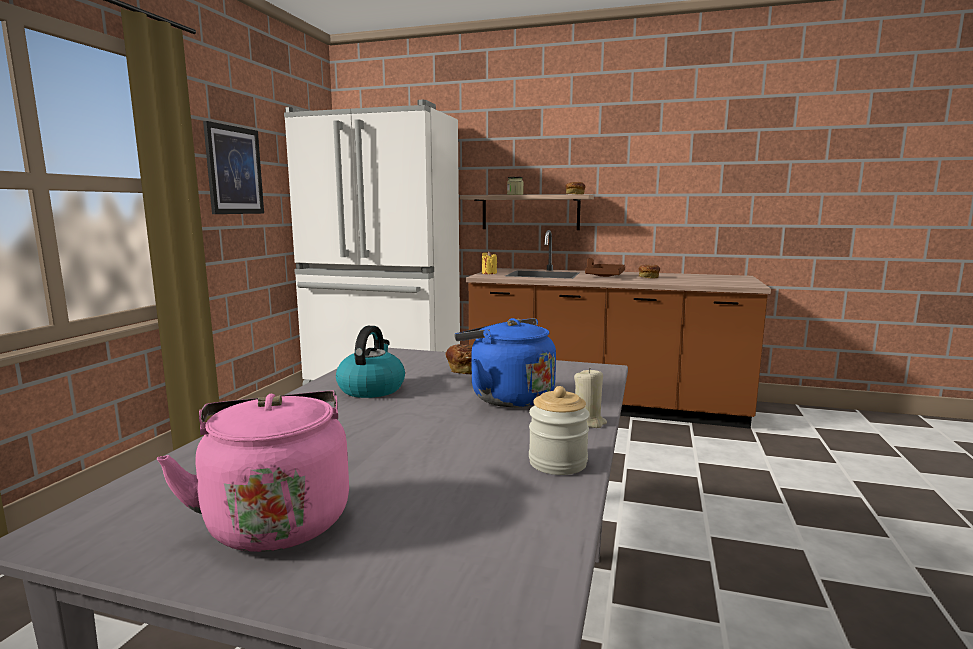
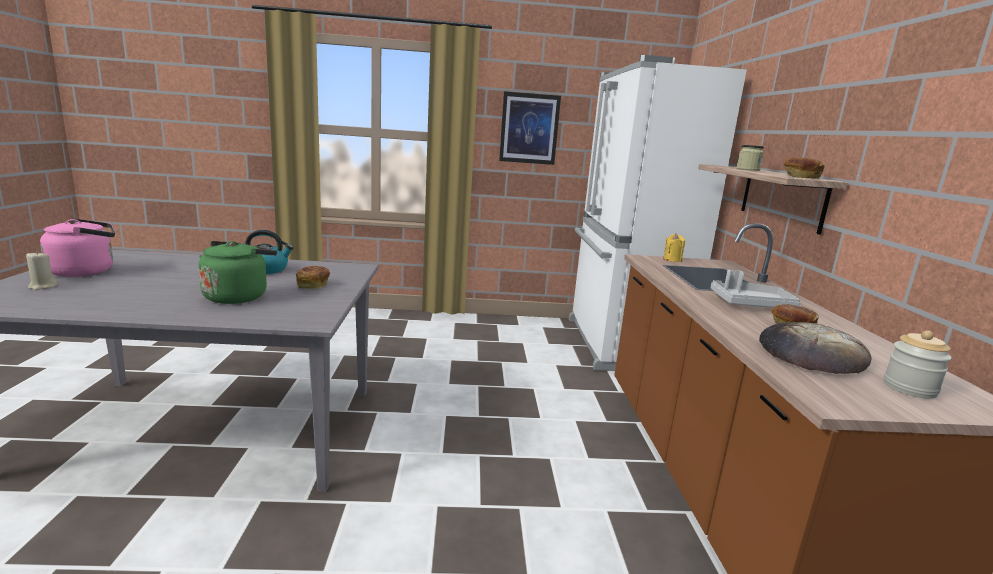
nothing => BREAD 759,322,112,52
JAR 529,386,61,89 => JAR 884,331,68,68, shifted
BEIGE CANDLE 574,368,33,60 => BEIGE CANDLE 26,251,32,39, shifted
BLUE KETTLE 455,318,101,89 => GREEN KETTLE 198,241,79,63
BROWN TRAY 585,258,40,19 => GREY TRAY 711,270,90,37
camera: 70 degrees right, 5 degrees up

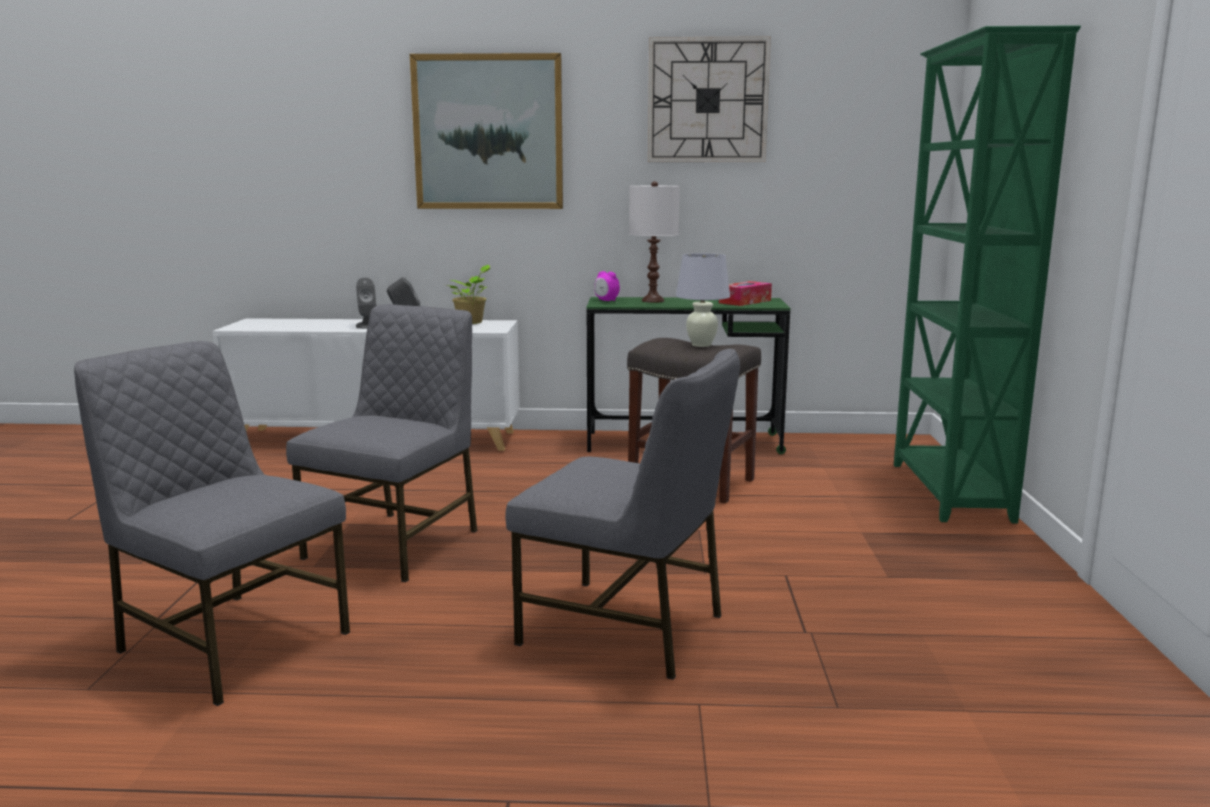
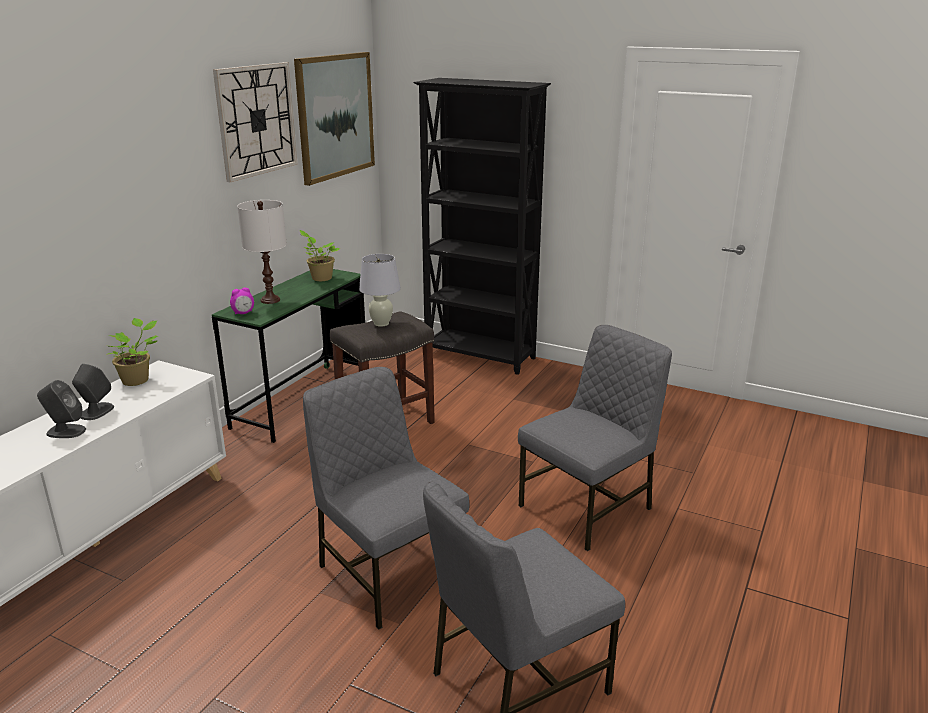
PICTURE 410,53,153,156 => PICTURE 294,52,81,134, shifted
TISSUE BOX 719,281,53,25 => POTTED PLANT 300,230,40,51
GREEN BOOKCASE 894,25,187,498 => BLACK BOOKCASE 413,78,138,297
camera: 65 degrees left, 10 degrees up

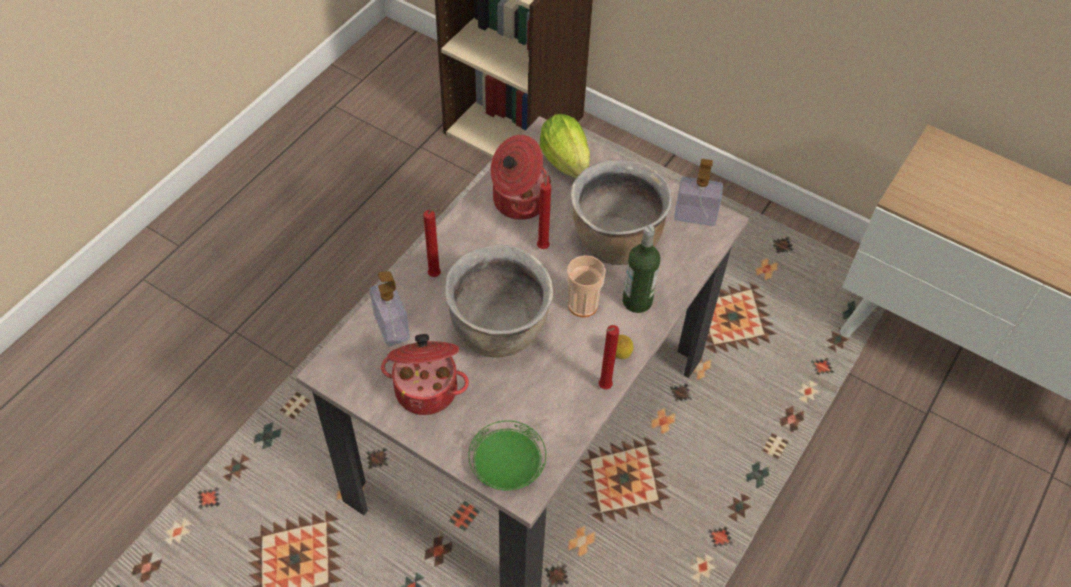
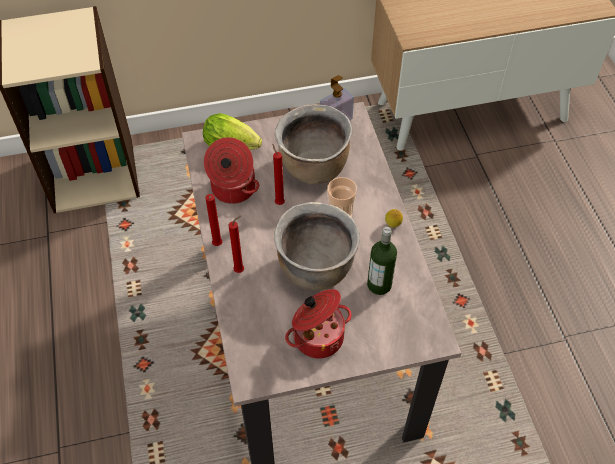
SOAP DISPENSER 370,271,40,76 => nothing
GREEN PLATE 468,421,78,69 => nothing
RED CANDLE 599,325,20,64 => RED CANDLE 205,194,17,52, shifted
BOTTLE 623,225,37,88 => BOTTLE 367,227,30,68, shifted
camera: 45 degrees left, 0 degrees up

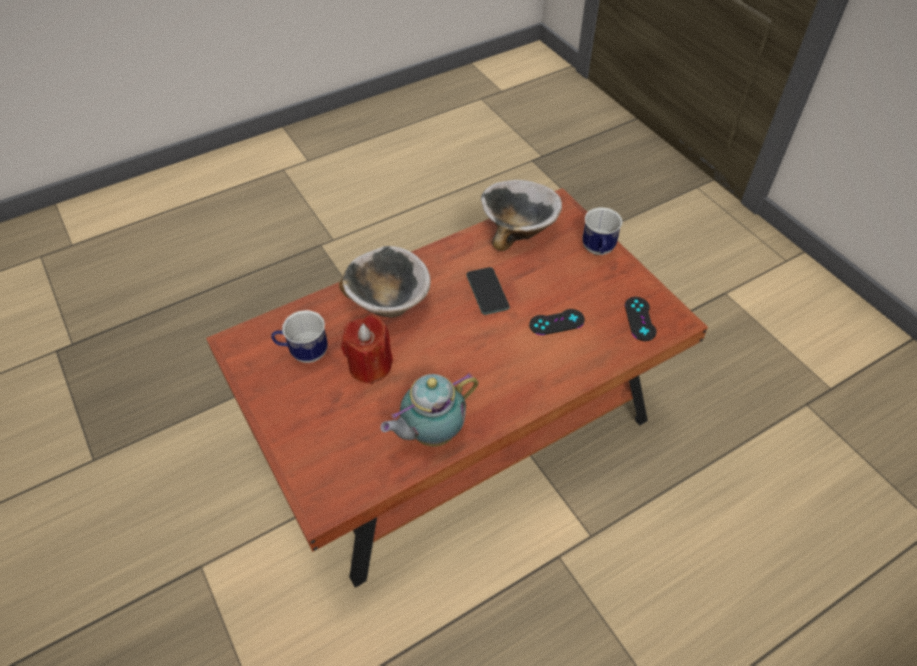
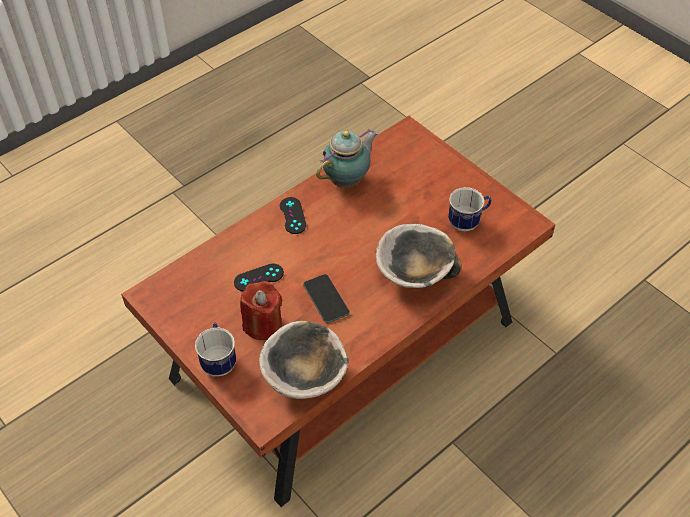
RED CANDLE 341,315,52,69 => RED CANDLE 240,281,42,59, shifted
BLACK GAME CONTROLLER 625,297,32,44 => BLACK GAME CONTROLLER 280,197,26,37, shifted
camera: 170 degrees right, 0 degrees up

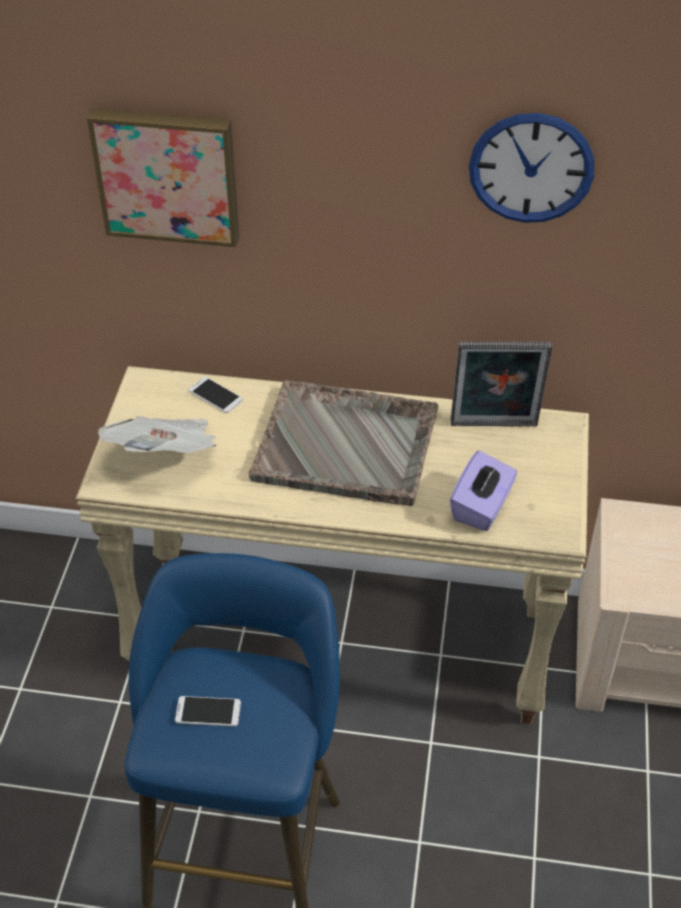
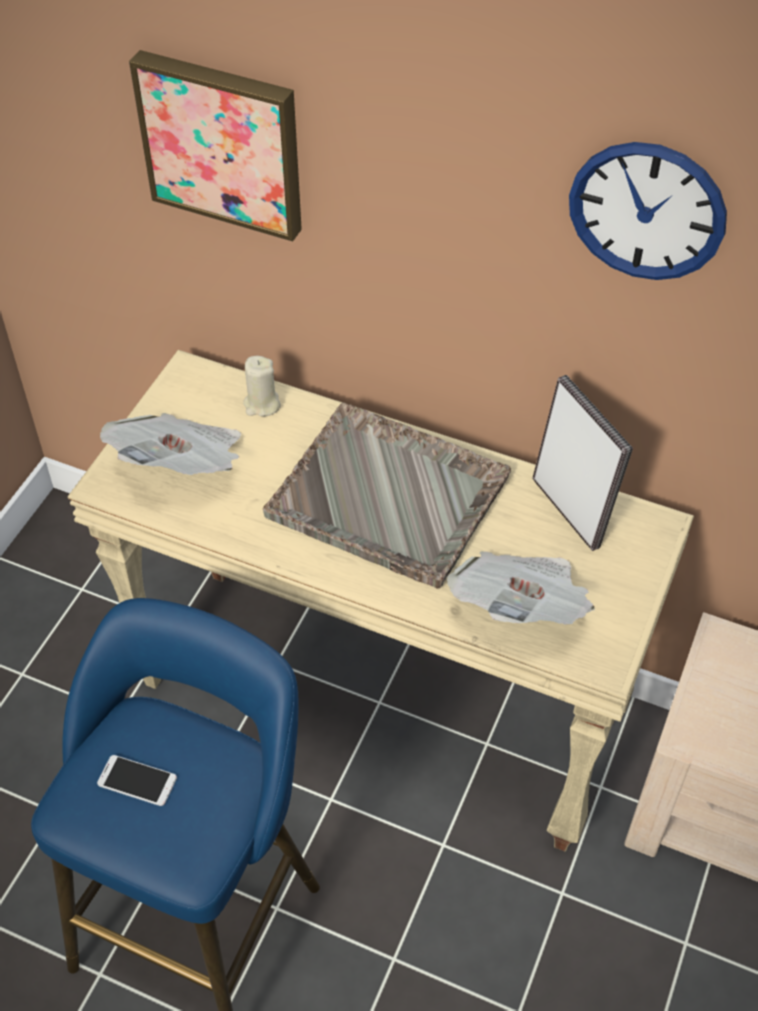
PHONE 189,377,54,36 => BEIGE CANDLE 243,356,38,61
PURPLE TISSUE BOX 450,450,67,81 => NEWSPAPER 447,551,148,74
PICTURE FRAME 451,341,101,86 => PICTURE FRAME 532,375,101,176, 135 degrees counterclockwise
camera: 15 degrees right, 5 degrees up

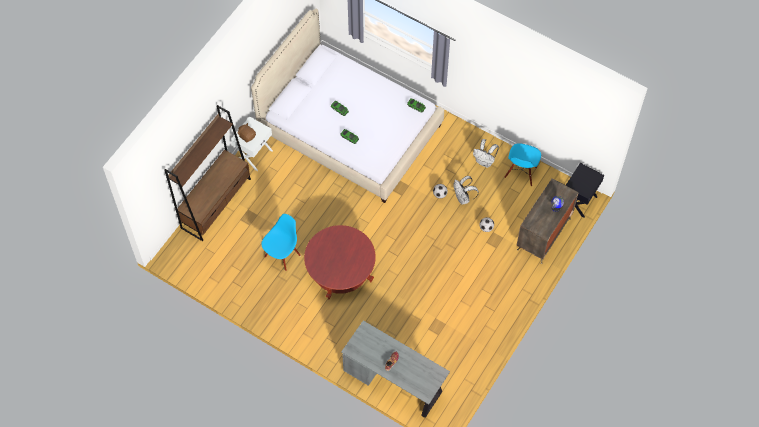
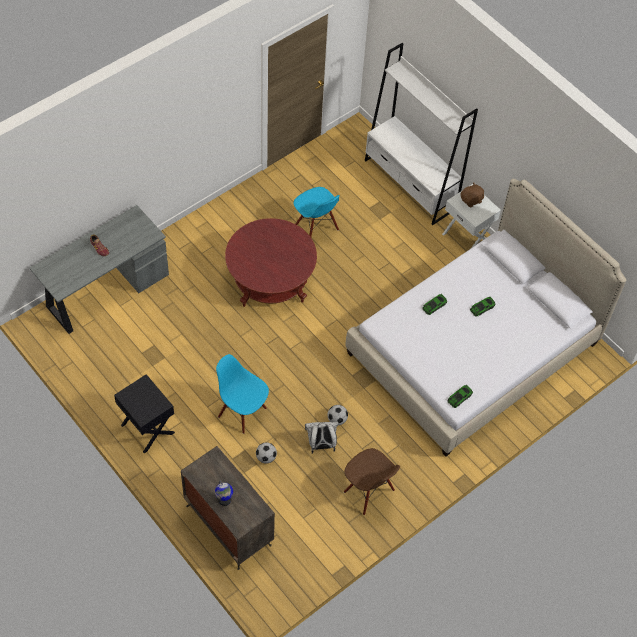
BLUE CHAIR 505,143,36,43 => BLUE CHAIR 216,354,53,80, shifted
BLACK NIGHTSTAND 566,163,38,55 => BLACK NIGHTSTAND 114,374,61,79, shifted
WHITE BACKPACK 473,139,26,29 => BROWN CHAIR 344,448,56,67
BROWN BOOKCASE 164,105,87,136 => WHITE BOOKCASE 365,43,113,182
camera: 105 degrees right, 5 degrees down

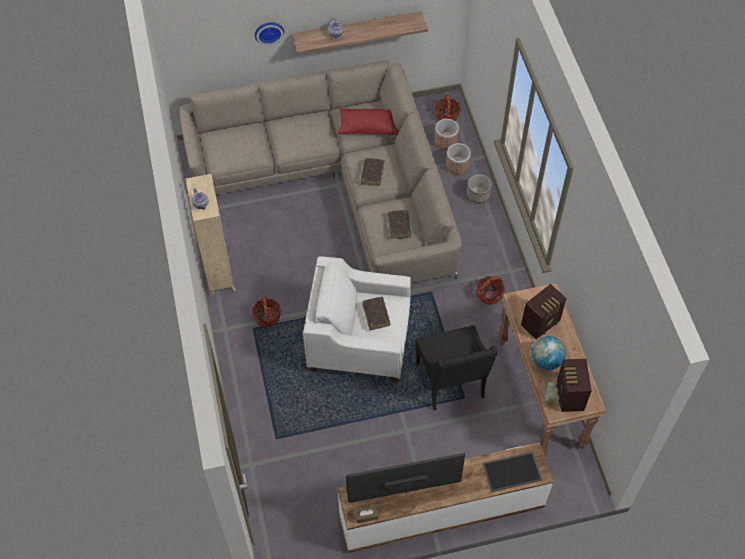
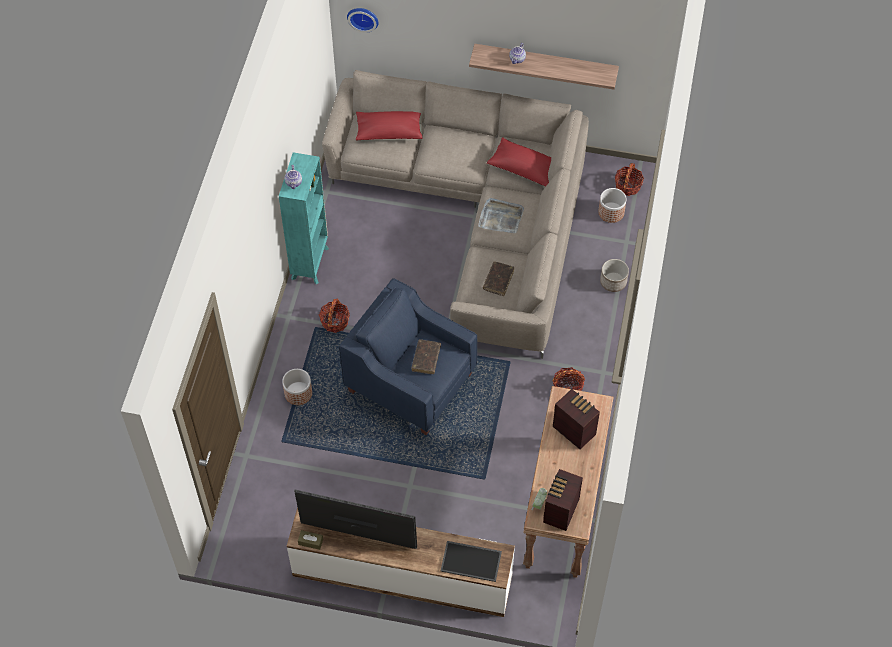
BLACK ARMCHAIR 415,325,82,85 => nothing
GLOBE 531,336,35,34 => nothing
nothing => RED PILLOW 356,111,67,29
WALL CLOCK 255,22,29,23 => WALL CLOCK 347,8,32,25, shifted
PLANTER 446,143,25,32 => PLANTER 282,369,30,36, shifted
BROWN BOOK 361,158,23,28 => GREY TRAY 478,198,46,35
BEIGE BOOKCASE 186,174,50,122 => TURQUOISE BOOKCASE 279,152,50,132
WHITE ARMCHAIR 303,256,108,126 => BLUE ARMCHAIR 339,278,138,157
RADIO 521,284,46,55 => RADIO 553,389,47,60, 120 degrees counterclockwise
camera: 25 degrees right, 0 degrees up

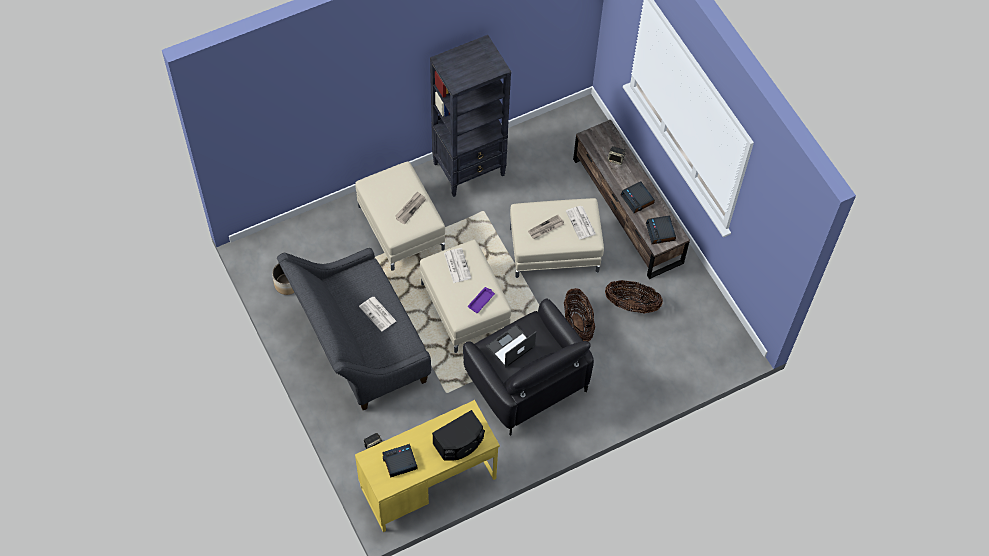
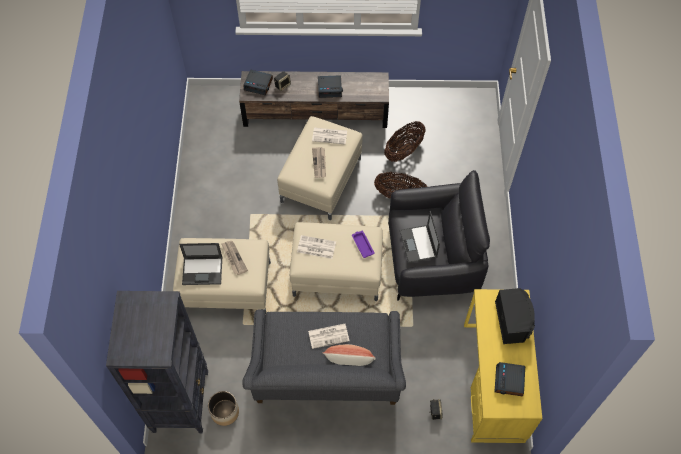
nothing => LAPTOP 179,243,43,42
nothing => PILLOW 322,344,54,22
BLACK BOOKCASE 430,35,81,162 => BLACK BOOKCASE 106,291,102,143, shifted
ALARM CLOCK 646,216,30,28 => ALARM CLOCK 244,69,29,26, shifted
camera: 60 degrees left, 0 degrees up

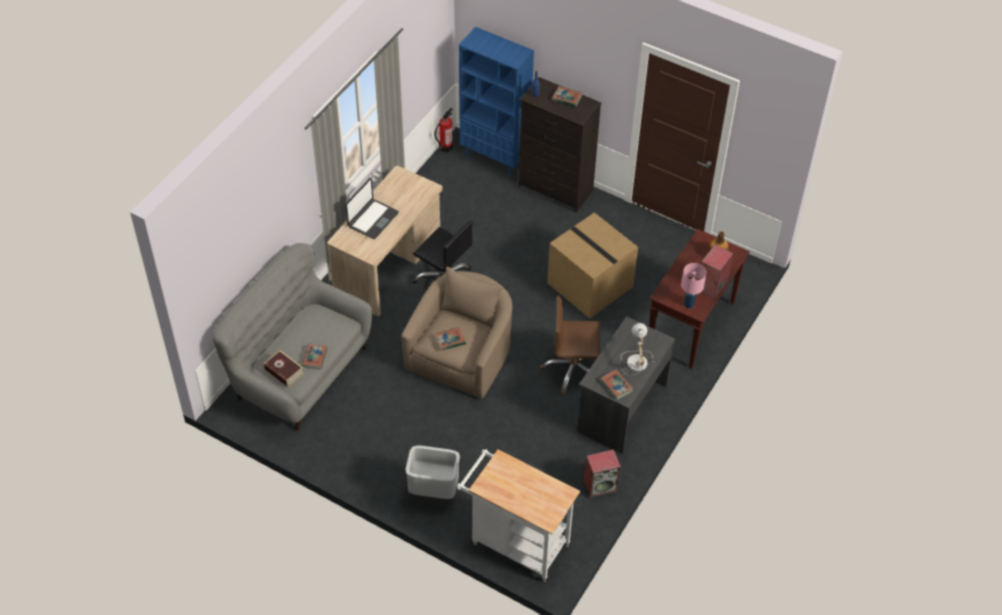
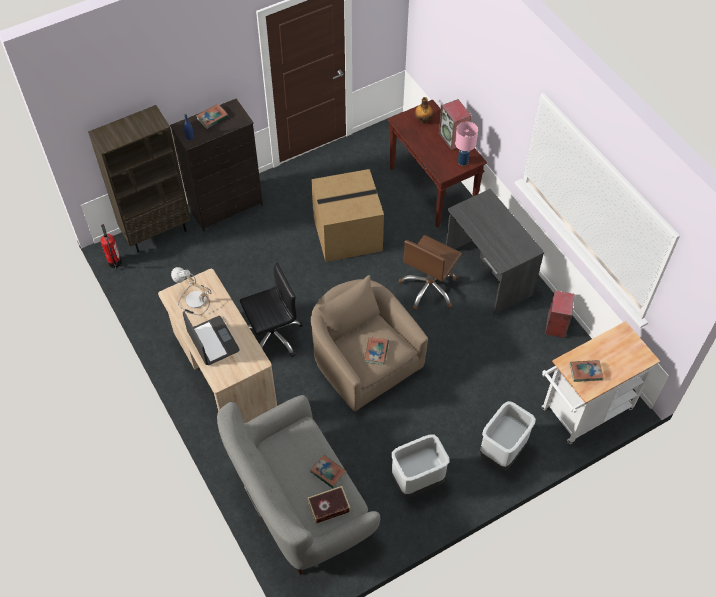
nothing => GREY TRASH CAN 391,435,58,63
BOOK 601,369,33,31 => BOOK 570,360,34,22, shifted
TABLE LAMP 620,323,35,53 => TABLE LAMP 171,267,40,48, shifted
BLUE BOOKCASE 459,27,75,149 => BROWN BOOKCASE 88,105,103,147
camera: 60 degrees left, 5 degrees up

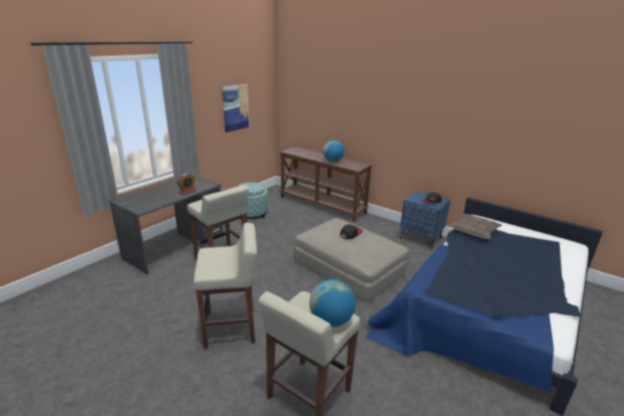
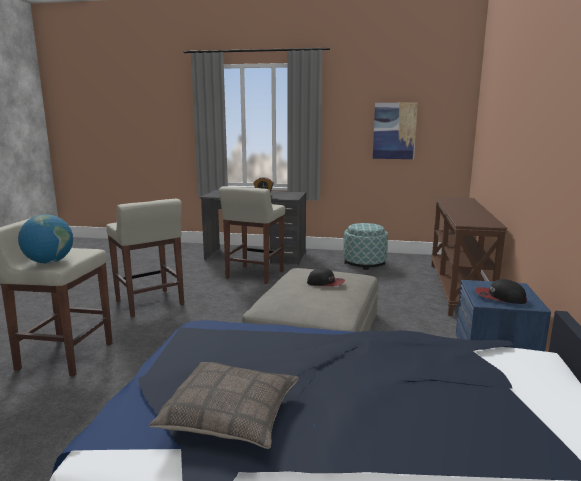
GLOBE 323,140,21,22 => nothing
PILLOW 449,213,53,26 => PILLOW 149,362,150,87, shifted
camera: 65 degrees right, 10 degrees down

